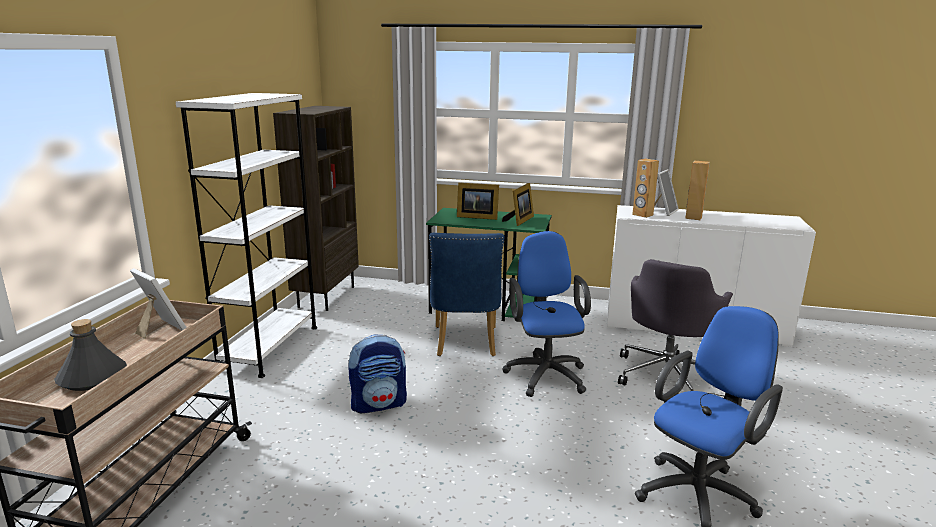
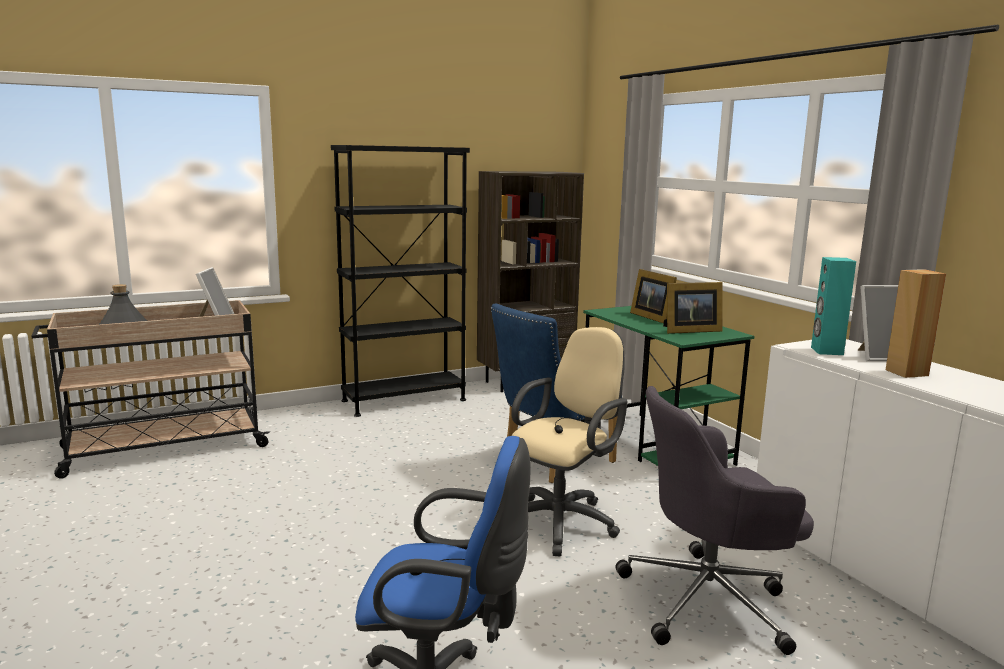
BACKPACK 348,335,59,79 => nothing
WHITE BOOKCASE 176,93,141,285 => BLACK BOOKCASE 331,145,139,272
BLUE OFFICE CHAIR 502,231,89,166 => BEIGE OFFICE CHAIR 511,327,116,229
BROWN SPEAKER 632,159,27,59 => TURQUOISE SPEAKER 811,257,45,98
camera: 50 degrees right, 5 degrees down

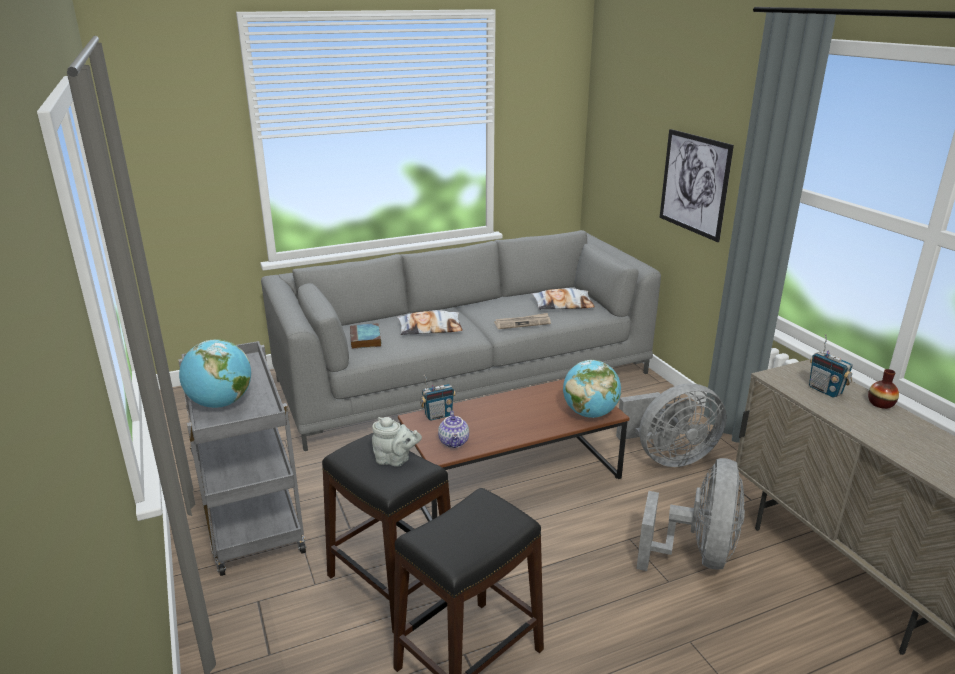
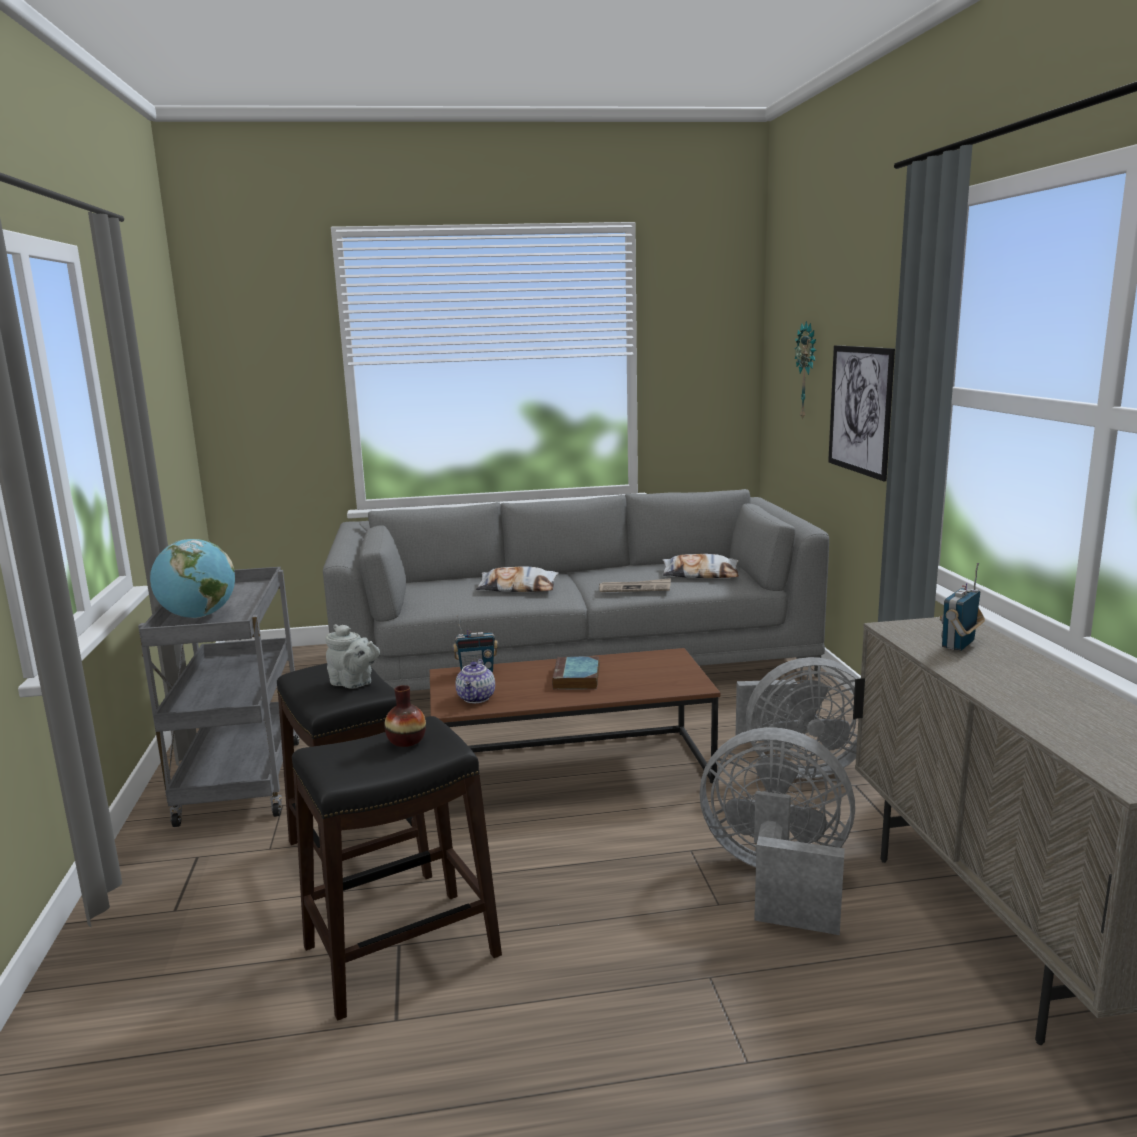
GLOBE 563,360,58,58 => nothing
nothing => WALL CLOCK 794,321,22,100
BOOK 350,323,31,26 => BOOK 552,657,48,33, shifted
VASE 868,369,31,40 => VASE 384,685,42,62, shifted
GREY FAN 636,458,109,113 => GREY FAN 700,727,155,208, 105 degrees counterclockwise
RADIO 809,334,44,64 => RADIO 940,563,45,88, 60 degrees clockwise
camera: 15 degrees right, 10 degrees down

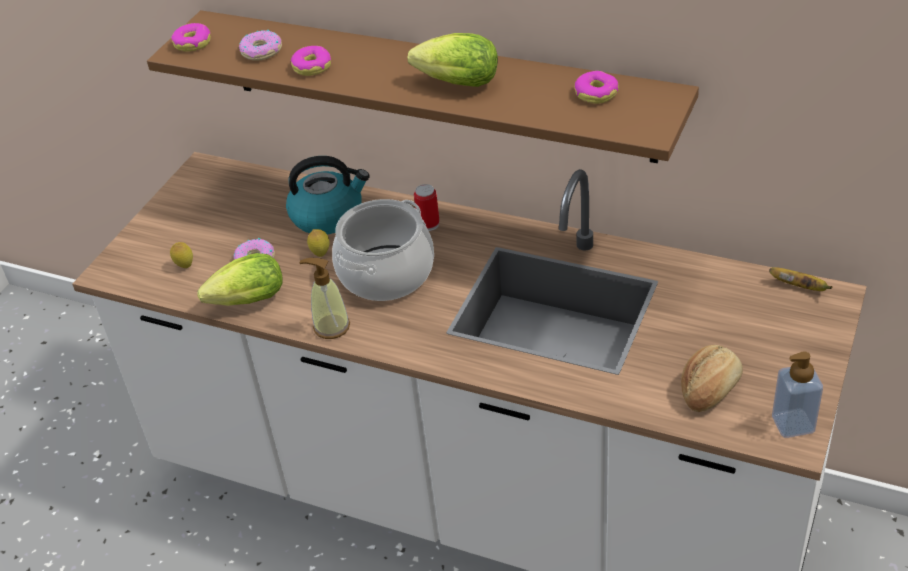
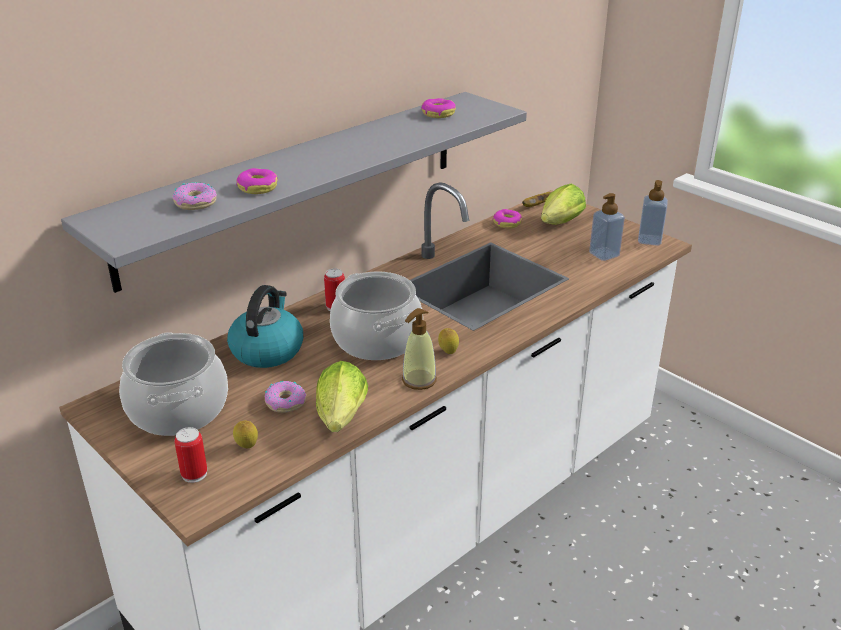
nothing => COOKING POT 119,332,109,104
nothing => CAN 174,427,33,56
DONUT 171,23,40,28 => DONUT 493,209,29,19, shifted
LEMON 307,229,23,28 => LEMON 438,328,21,26, shifted
LETTUCE 408,33,90,54 => LETTUCE 541,184,45,41, shifted
BREAD 681,345,62,67 => SOAP DISPENSER 589,193,36,68
BROWN SHELF 147,10,552,153 => GREY SHELF 61,92,466,201
camera: 70 degrees left, 10 degrees down

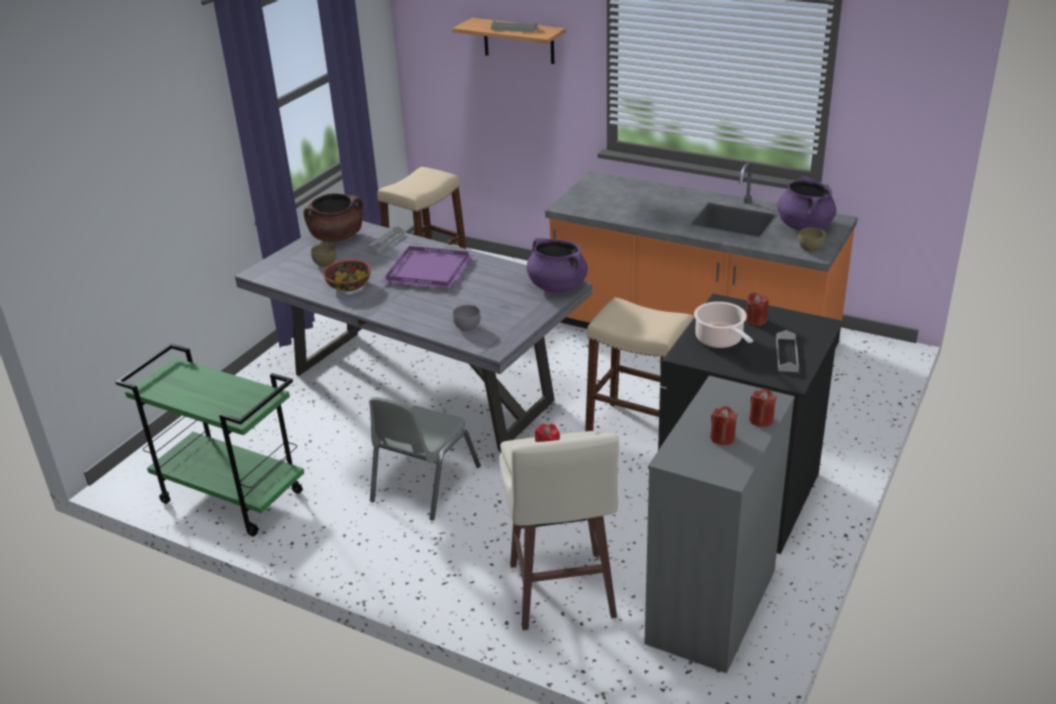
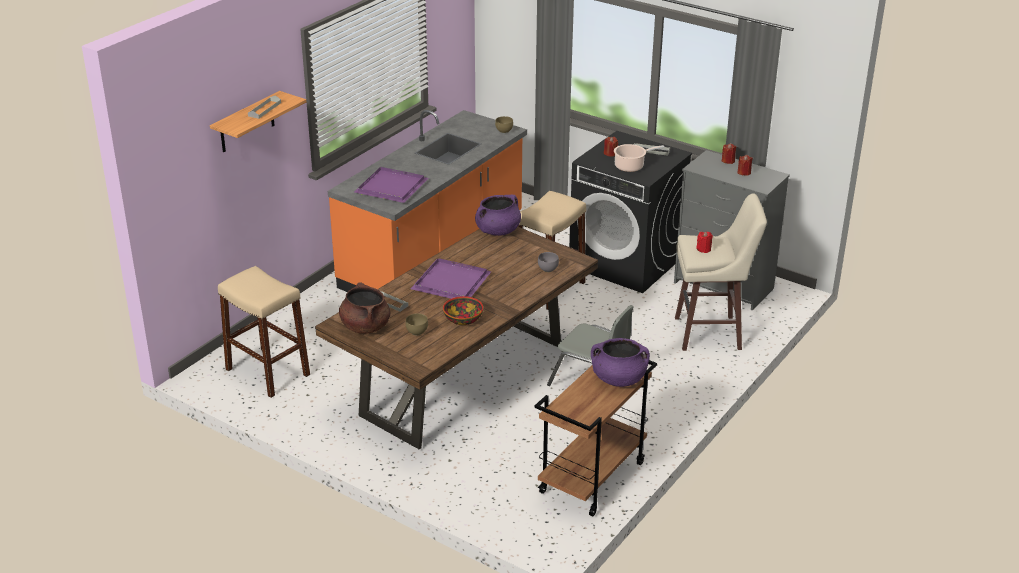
nothing => PURPLE TRAY 354,167,74,36
PURPLE COOKING POT 777,176,59,54 => PURPLE COOKING POT 591,338,59,49, shifted
GREEN CART 116,343,188,194 => BROWN CART 535,349,122,167
GREY DINING TABLE 235,221,357,230 => BROWN DINING TABLE 315,227,283,222
camera: 85 degrees left, 0 degrees up

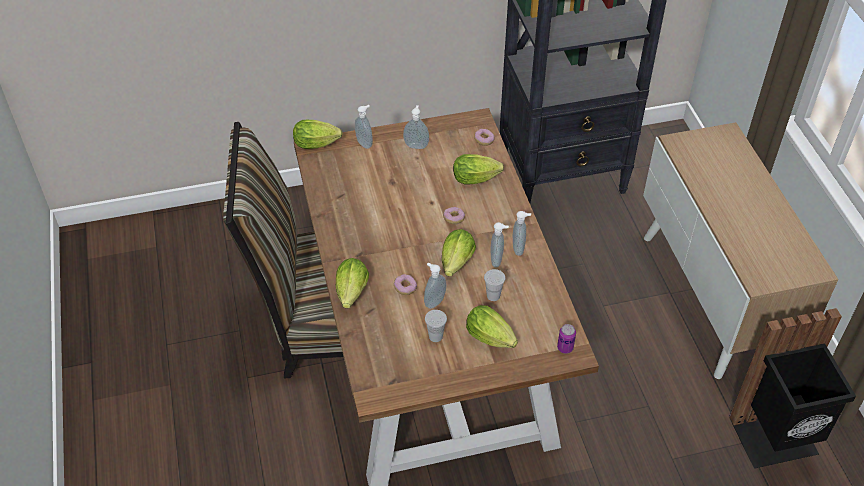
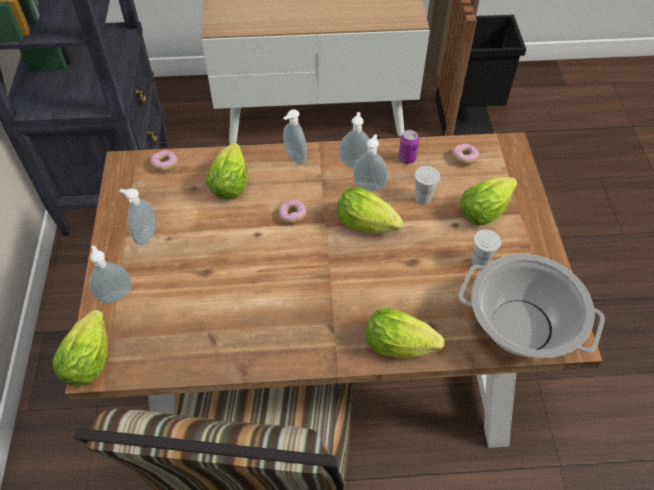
nothing => COOKING POT 458,254,147,104
DONUT 394,274,23,21 => DONUT 452,144,27,21, shifted
SOAP DISPENSER 424,262,22,47 => SOAP DISPENSER 283,109,24,56, shifted
CAN 557,324,19,30 => CAN 398,130,21,34, shifted
camera: 80 degrees left, 5 degrees up

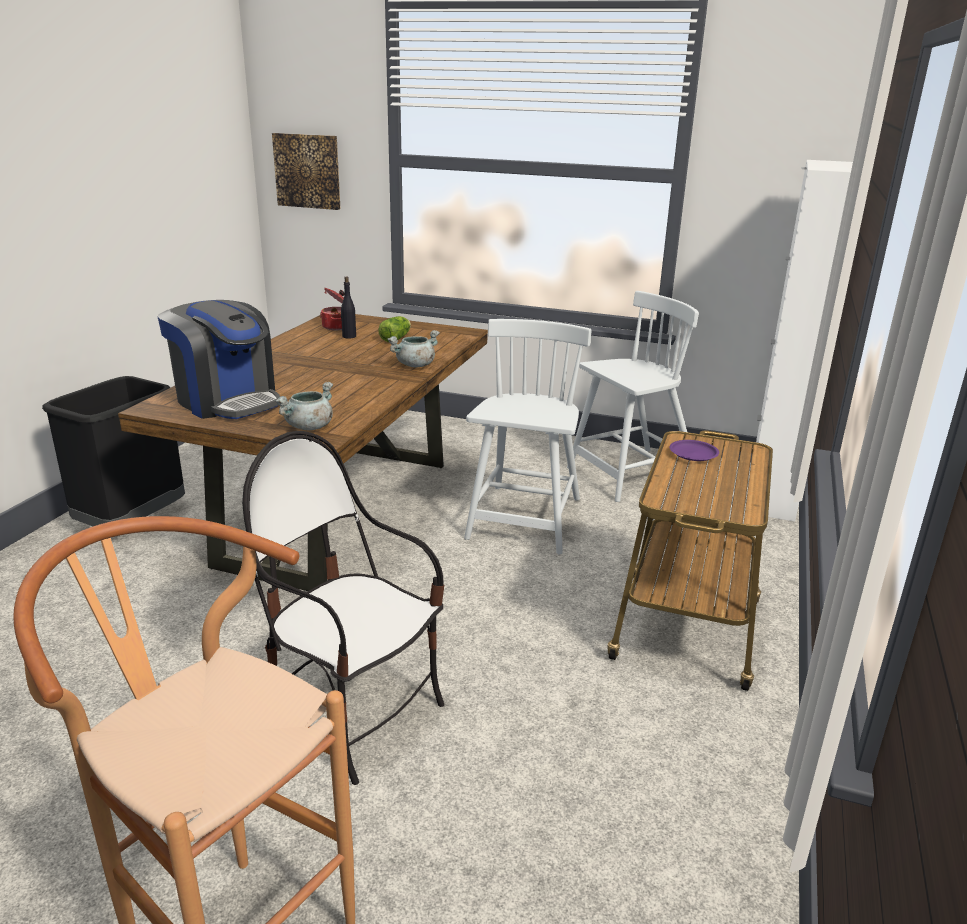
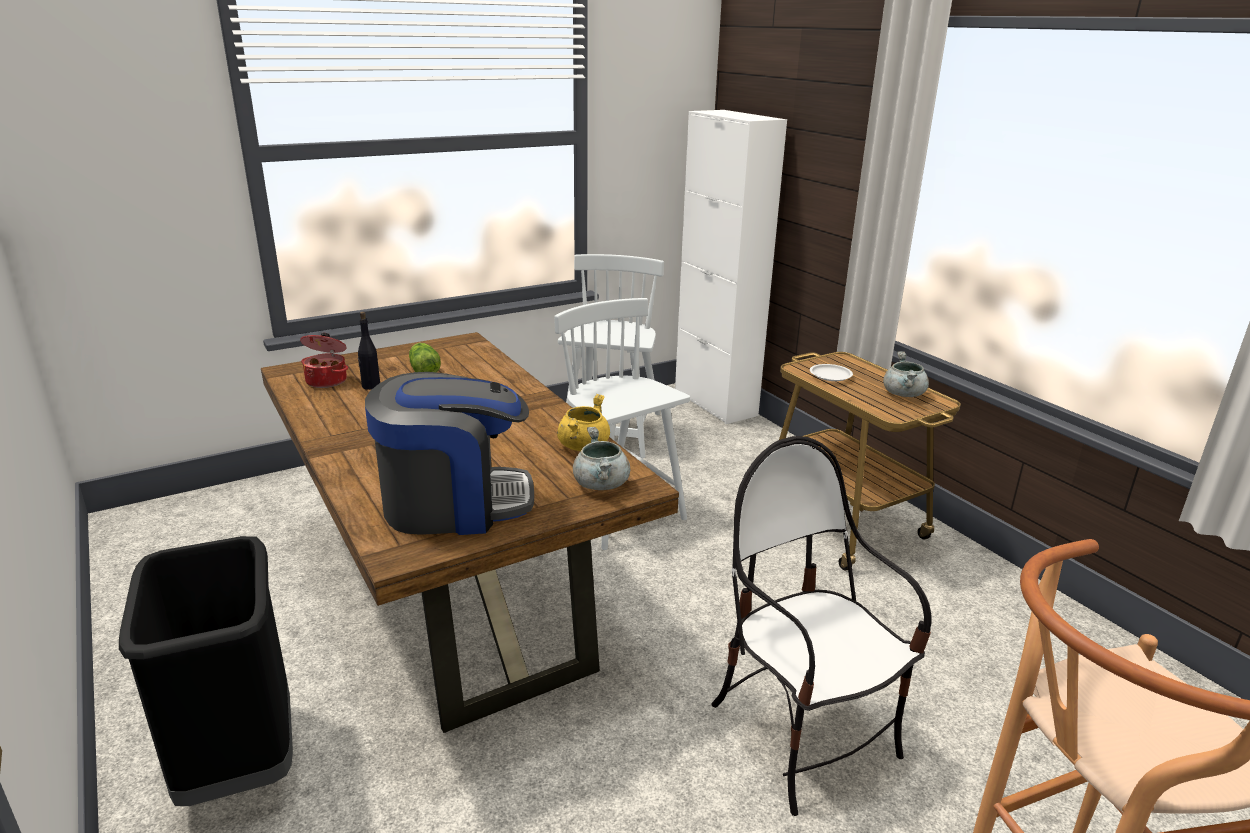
PICTURE 272,133,68,77 => nothing
nothing => YELLOW COOKING POT 557,394,53,57
GREY COOKING POT 388,330,52,37 => GREY COOKING POT 883,351,46,46, shifted
PURPLE PLATE 670,440,49,21 => WHITE PLATE 810,364,43,17
CHAIR 242,431,202,354 => CHAIR 711,436,221,380, 75 degrees clockwise
camera: 50 degrees left, 0 degrees up

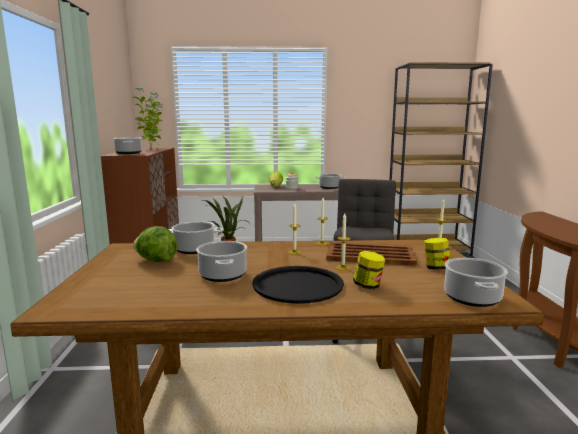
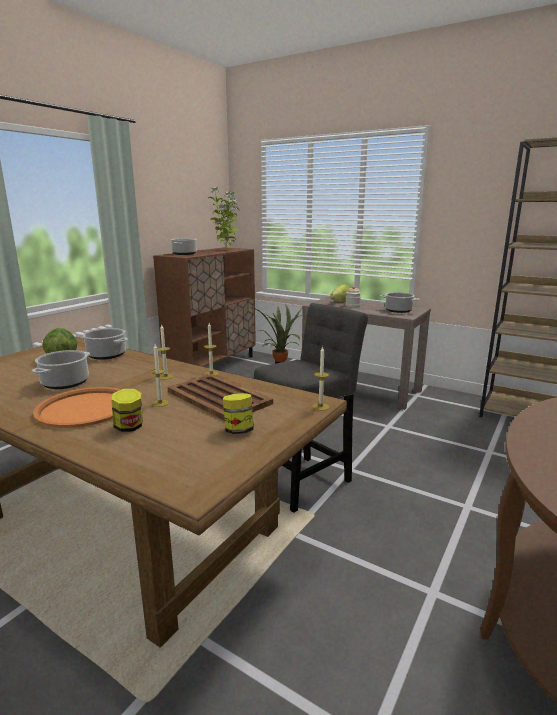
COOKING POT 444,258,64,49 => nothing
BLACK TRAY 252,266,92,38 => ORANGE TRAY 33,387,88,41
camera: 35 degrees right, 5 degrees up

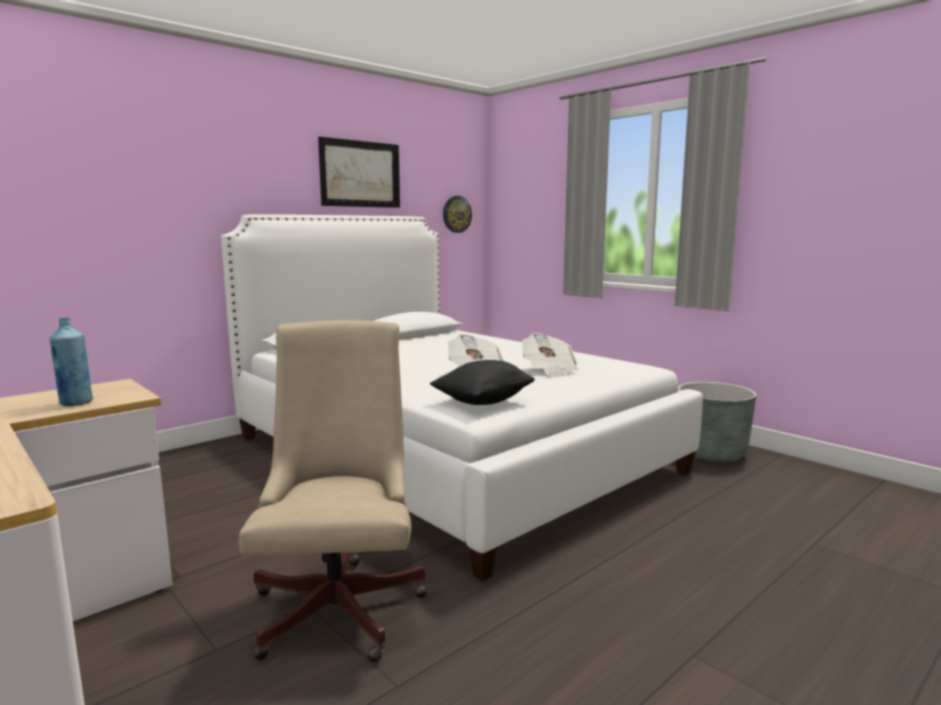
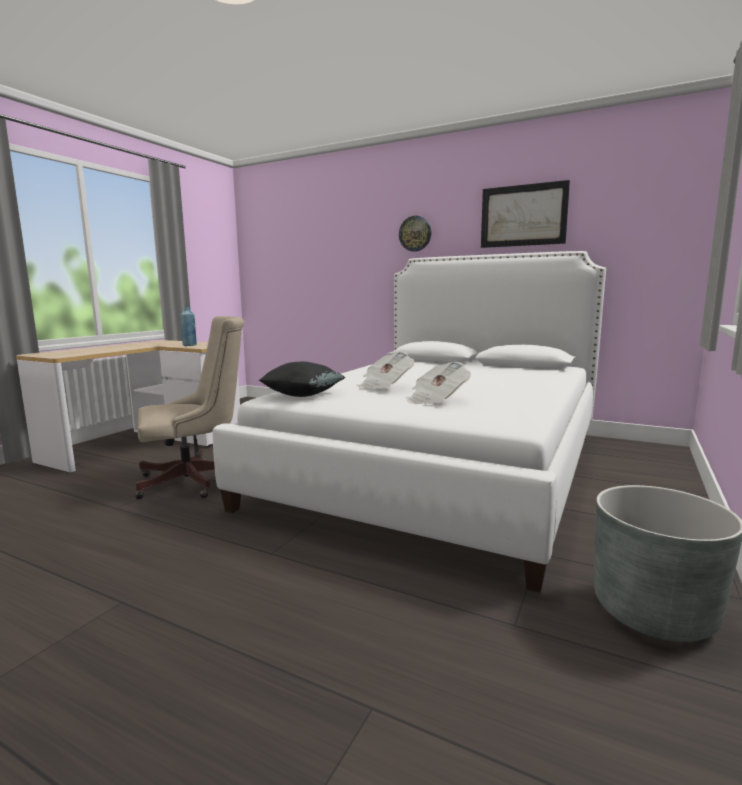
WALL CLOCK 443,196,29,37 => WALL CLOCK 399,216,33,36, shifted
camera: 70 degrees right, 0 degrees up

